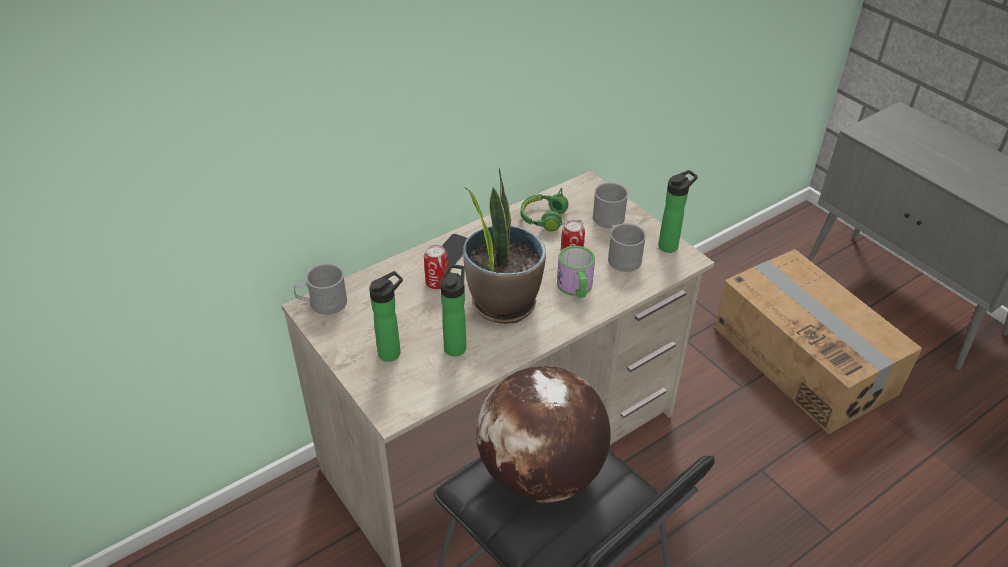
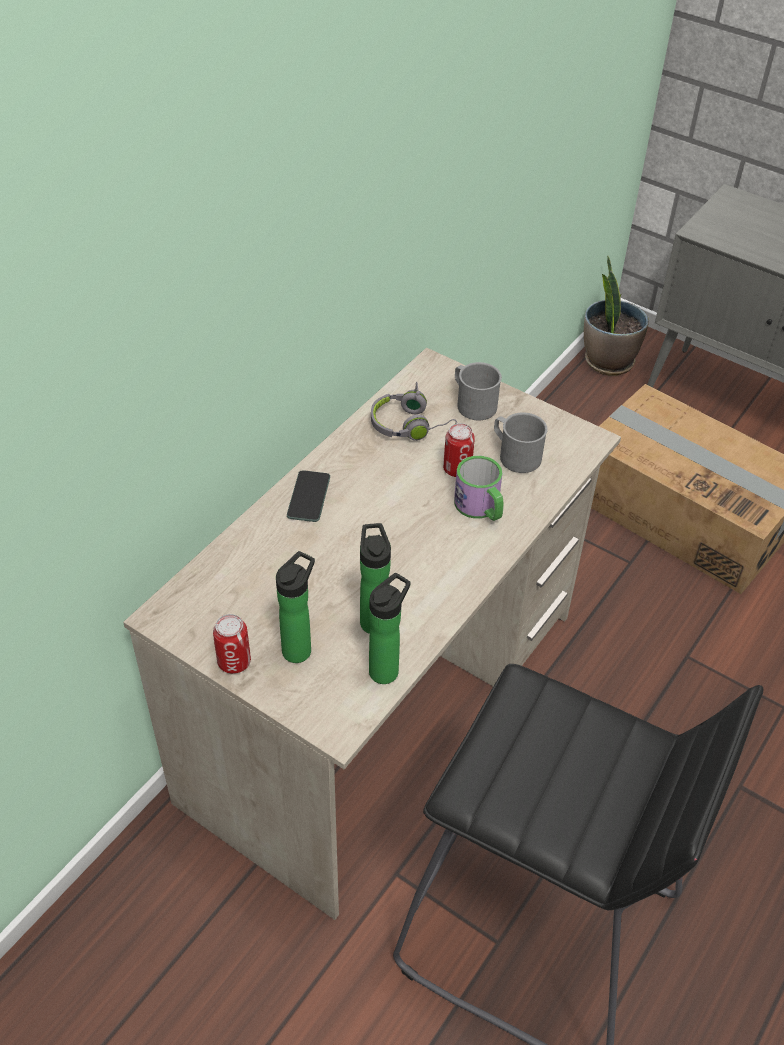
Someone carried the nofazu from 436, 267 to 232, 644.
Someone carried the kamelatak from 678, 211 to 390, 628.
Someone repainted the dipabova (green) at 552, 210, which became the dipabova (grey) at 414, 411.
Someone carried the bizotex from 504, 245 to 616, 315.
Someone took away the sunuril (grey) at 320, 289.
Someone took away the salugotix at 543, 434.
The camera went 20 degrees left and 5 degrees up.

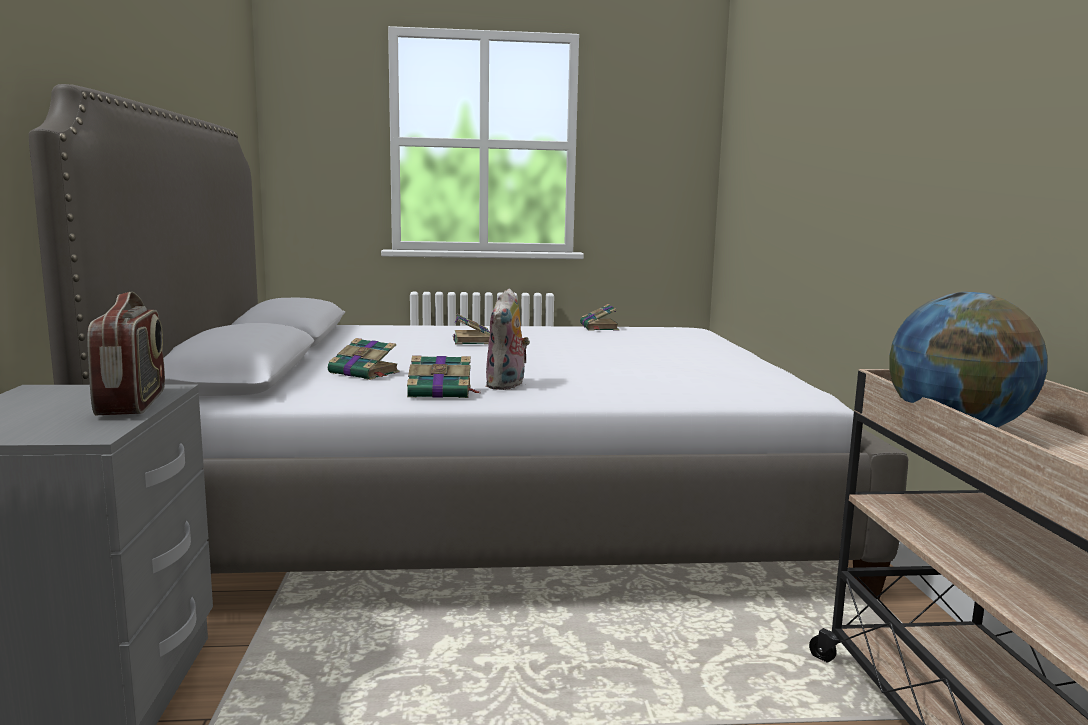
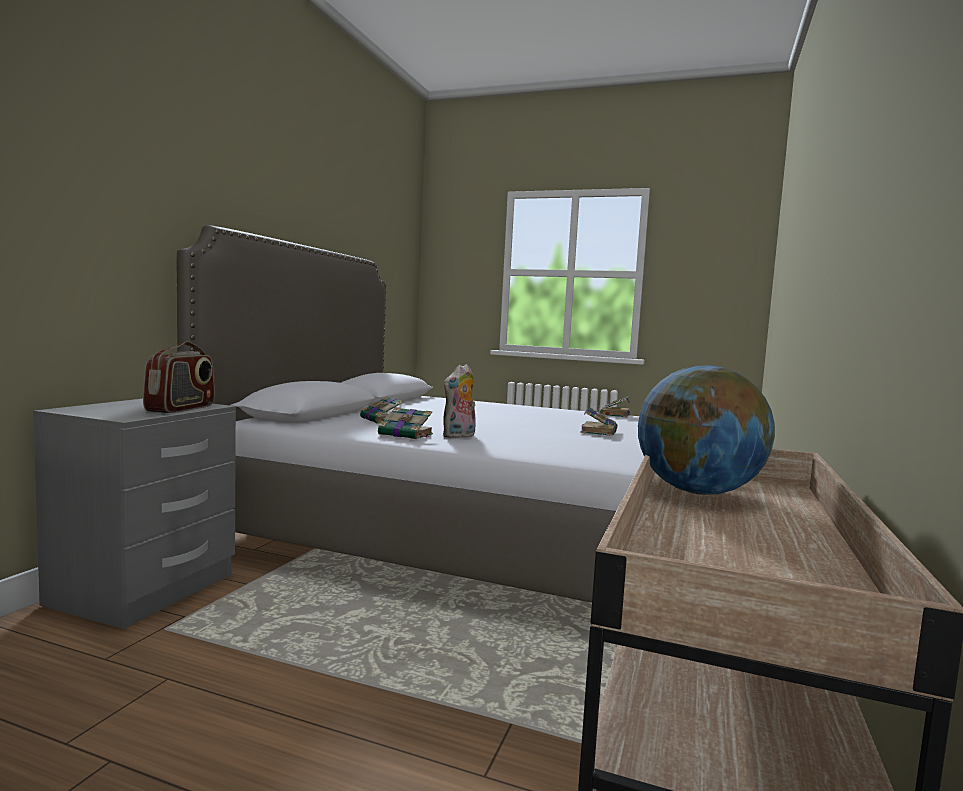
Someone carried the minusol from 471, 329 to 598, 421.
The camera went 25 degrees right and 5 degrees down.

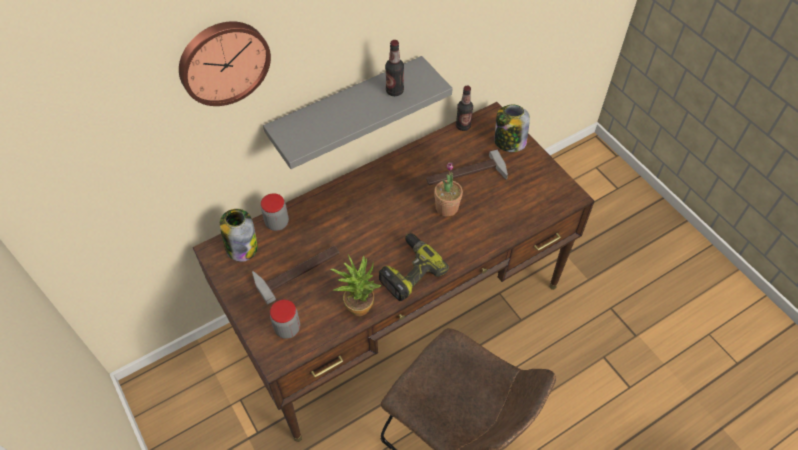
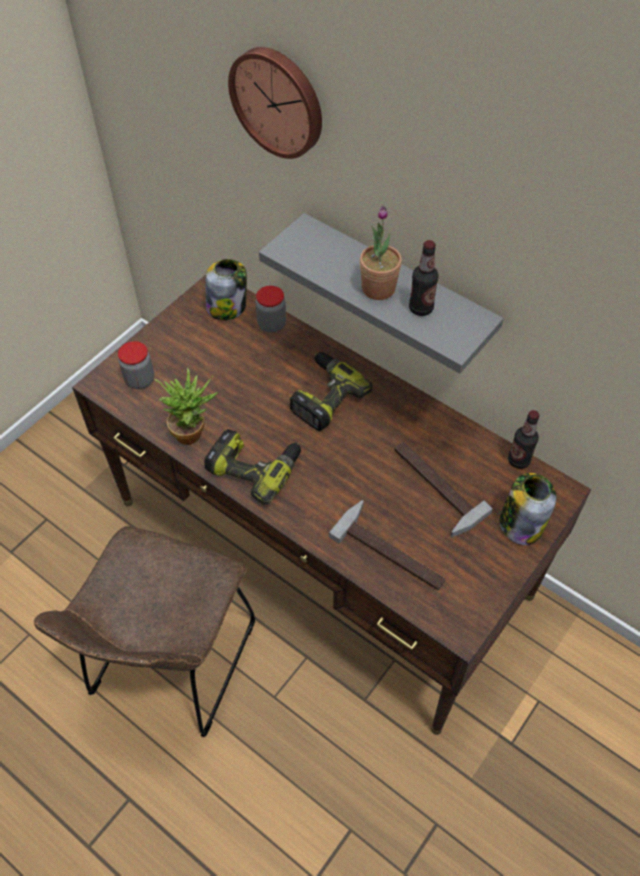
Someone put down the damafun at 331, 391.
Someone carried the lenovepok from 296, 275 to 387, 545.
Someone carried the bizotex from 448, 190 to 381, 253.
The camera went 70 degrees right and 0 degrees up.

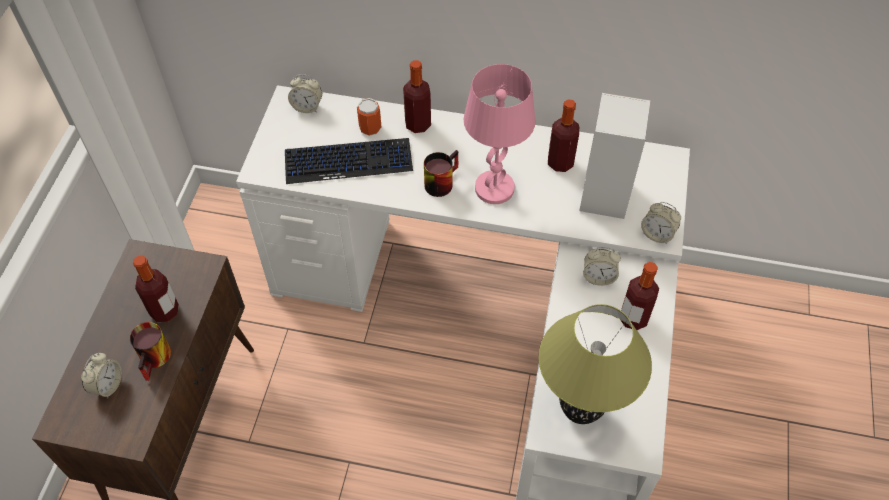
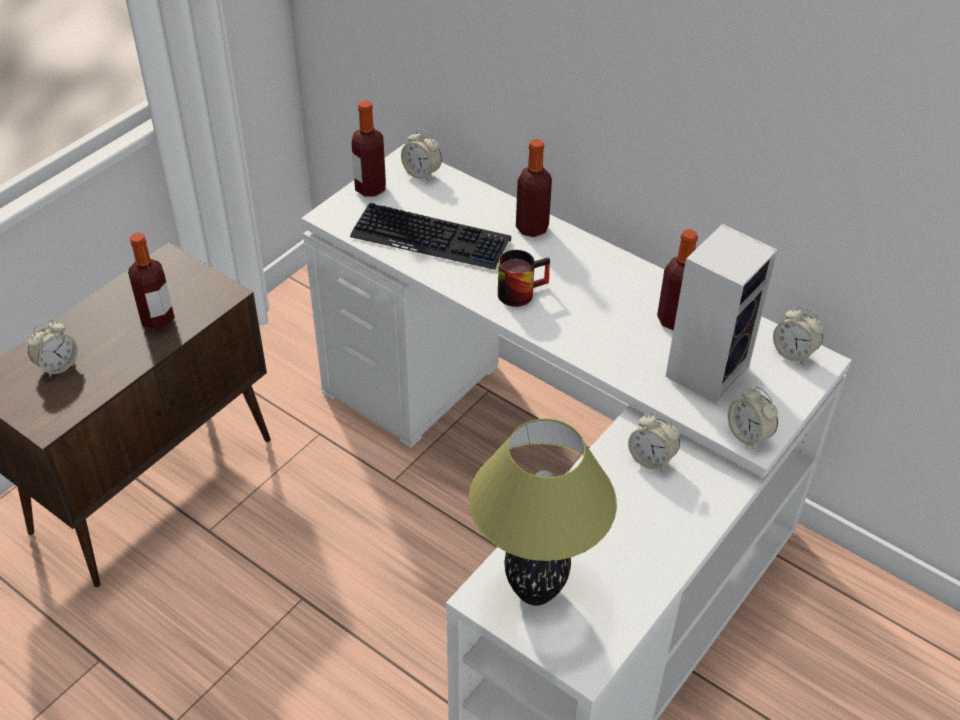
Someone carried the kamelatak from 640, 296 to 369, 148.
Someone put down the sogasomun at 798, 335.
Someone took away the sunuril at 150, 351.
Someone took away the nofazu at 369, 117.
Someone took away the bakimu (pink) at 499, 134.
The camera went 25 degrees right and 10 degrees down.

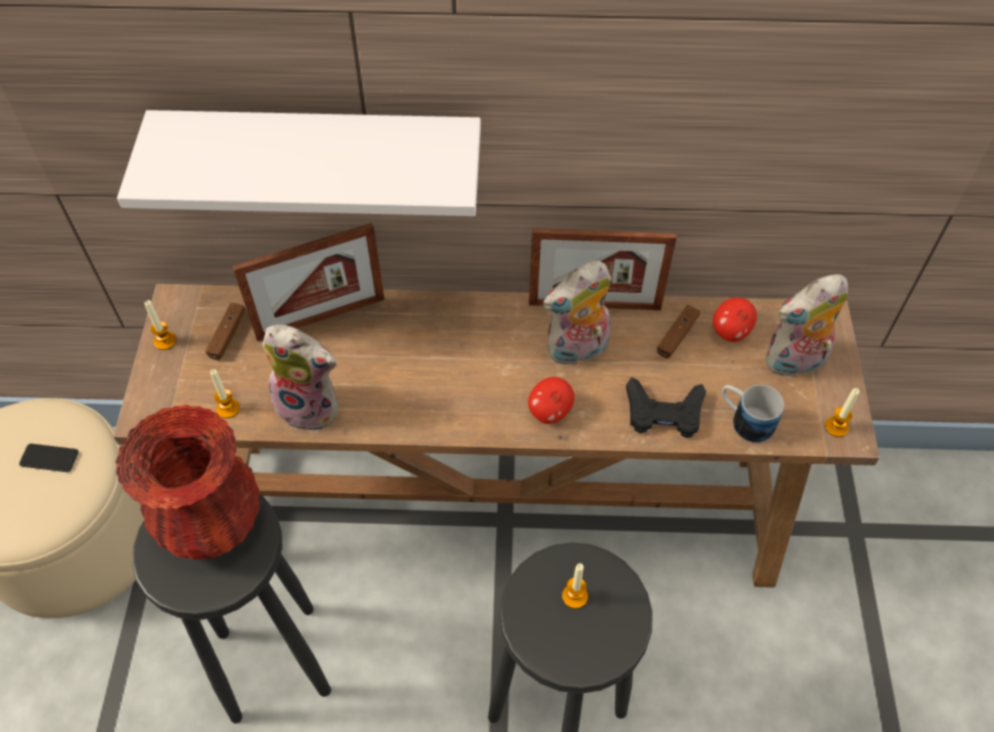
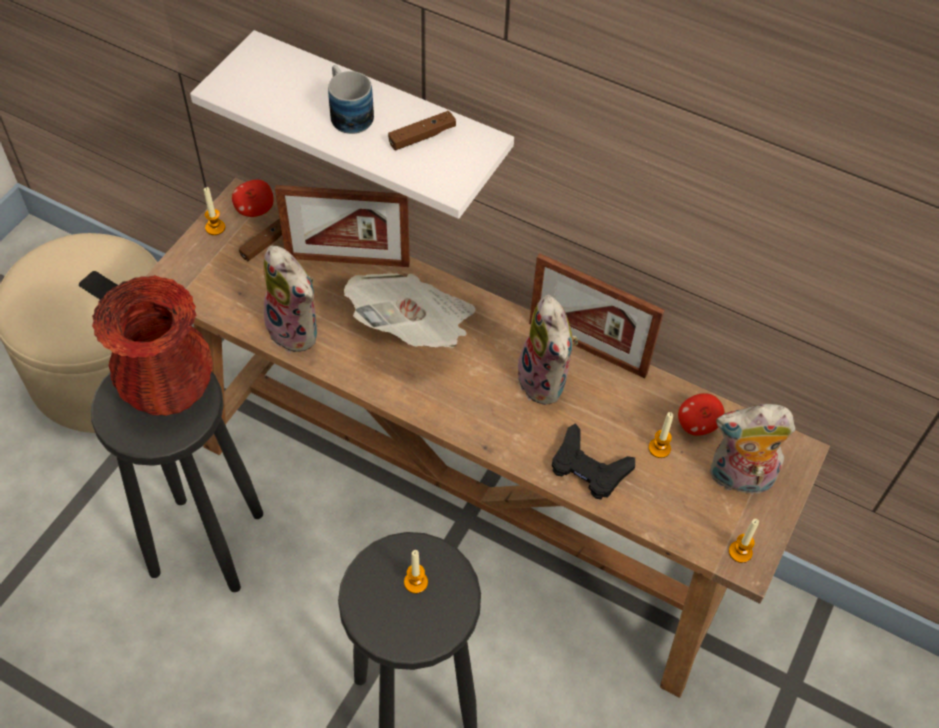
Someone carried the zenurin from 551, 400 to 253, 198.
Someone carried the sunuril from 753, 414 to 351, 99.
Someone put down the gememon at 410, 310.
Someone carried the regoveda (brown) from 678, 332 to 422, 130.
Someone rotated the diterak at 577, 313 by 105 degrees counterclockwise.
Someone carried the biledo from 225, 393 to 661, 435.
The camera went 25 degrees right and 0 degrees up.

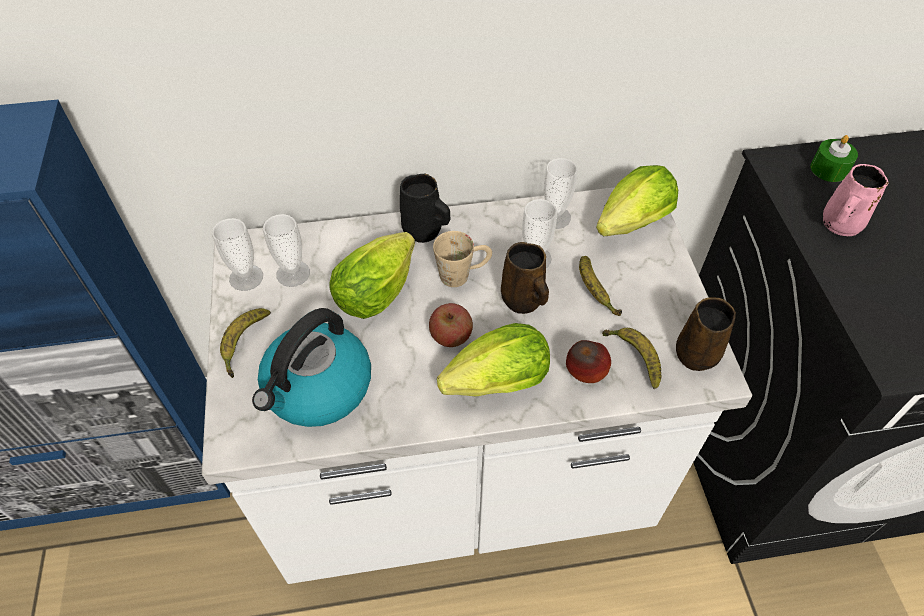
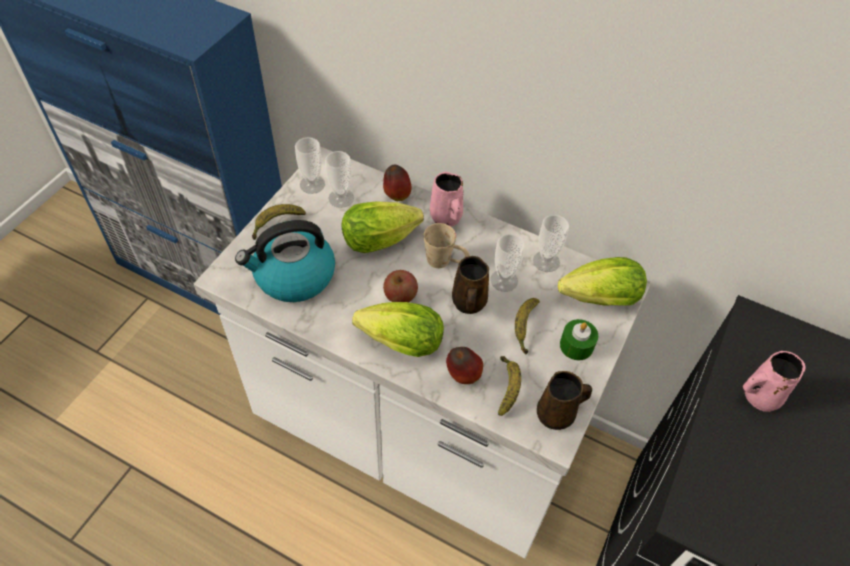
Someone put down the zenurin at 397, 183.
Someone repainted the sunuril (black) at 425, 208, which became the sunuril (pink) at 446, 199.
Someone carried the biledo (green) from 834, 158 to 579, 339.
The camera went 35 degrees right and 0 degrees up.

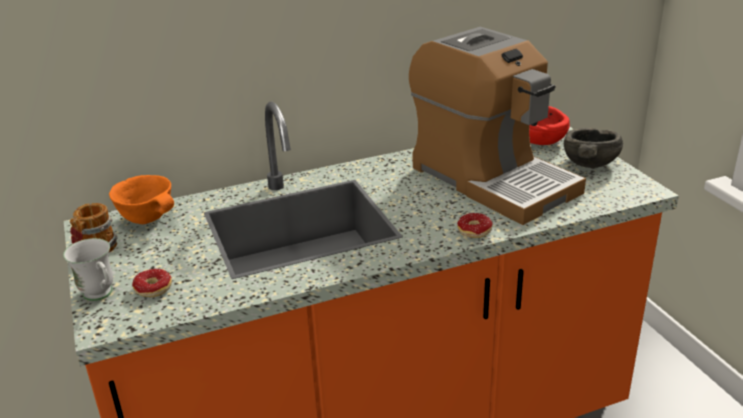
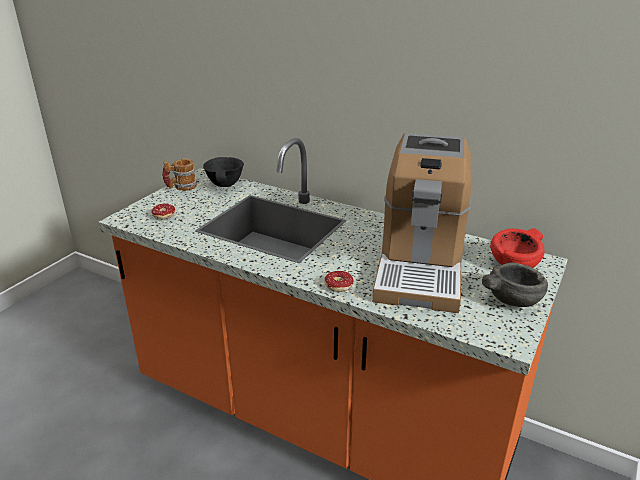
Someone repainted the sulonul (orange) at 141, 199, which became the sulonul (black) at 223, 172.
Someone took away the sunuril (white) at 88, 269.
The camera went 50 degrees right and 0 degrees up.

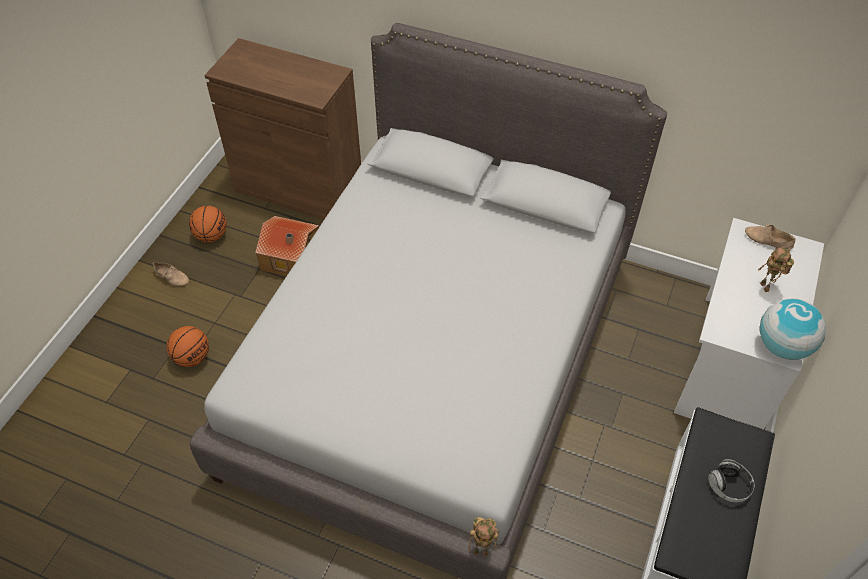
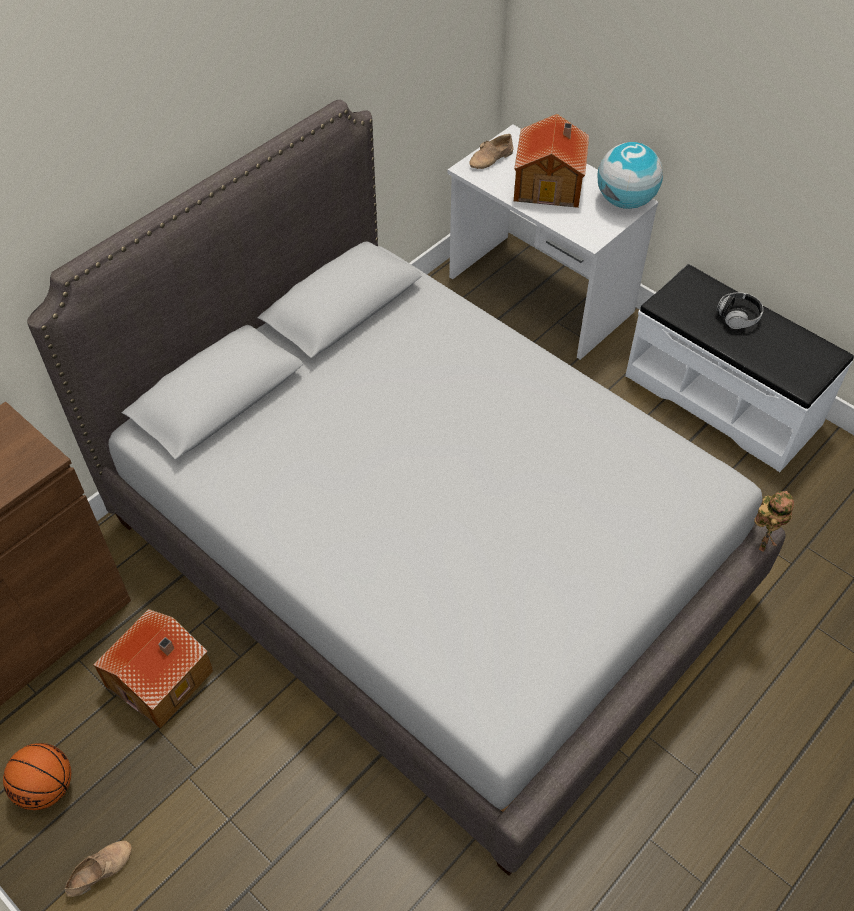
Someone swapped the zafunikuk at 776, 269 for the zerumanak at 551, 161.
Someone took away the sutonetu at 187, 346.
The camera went 70 degrees left and 0 degrees up.

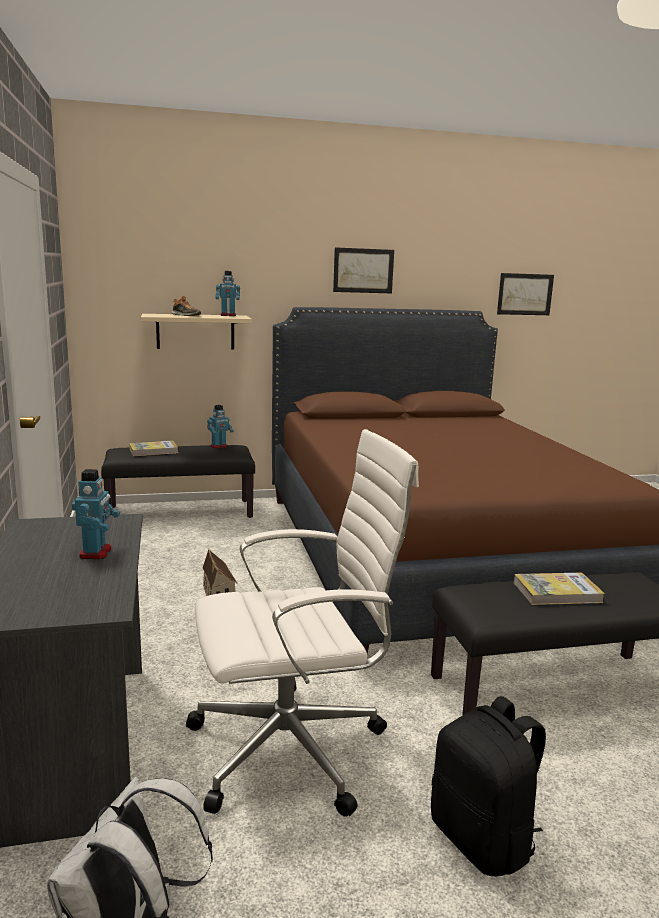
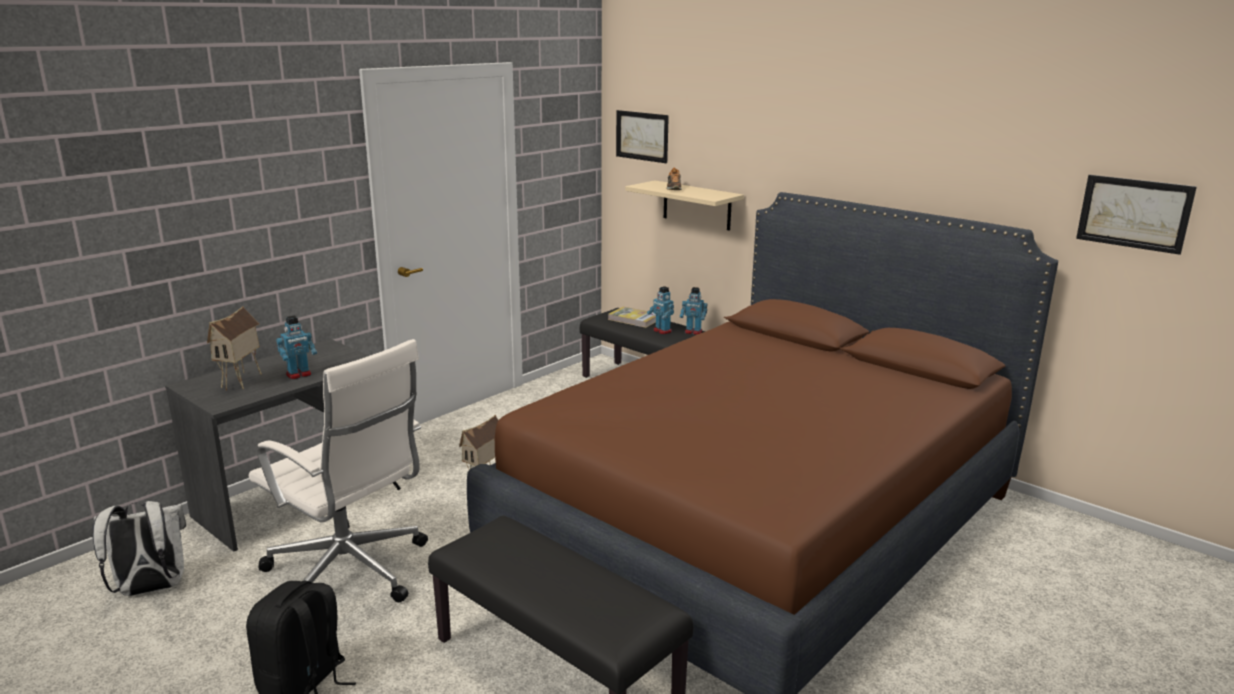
Someone put down the zerumanak at 234, 348.
Someone carried the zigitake from 363, 270 to 642, 136.
Someone carried the zafunikuk from 228, 293 to 660, 310.
Someone took away the minusol at 559, 589.
The camera went 55 degrees right and 5 degrees up.

